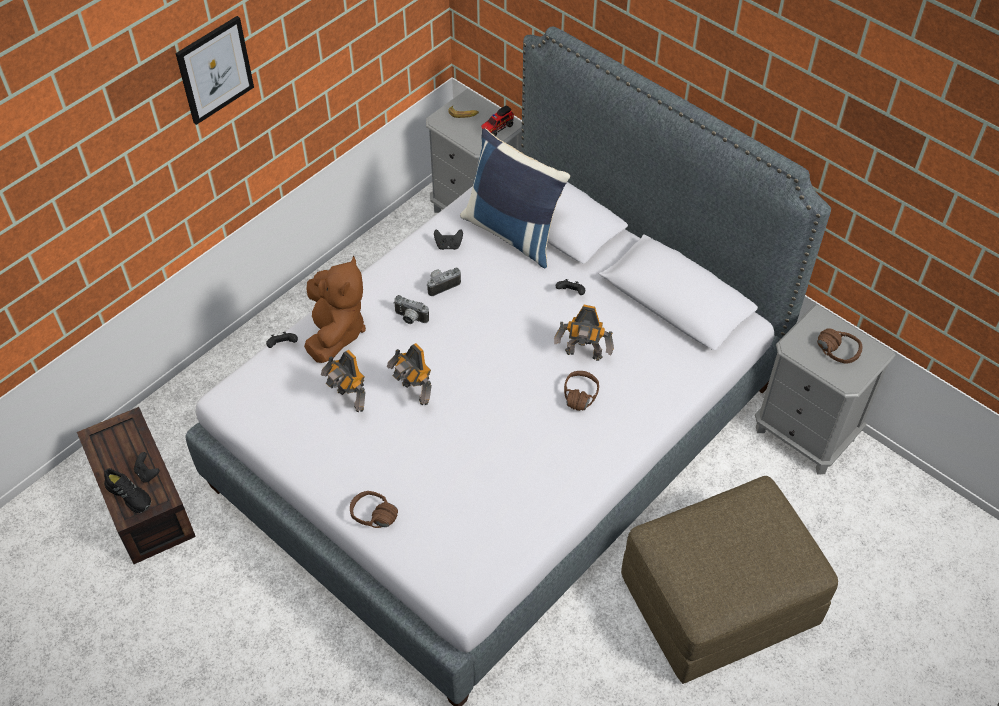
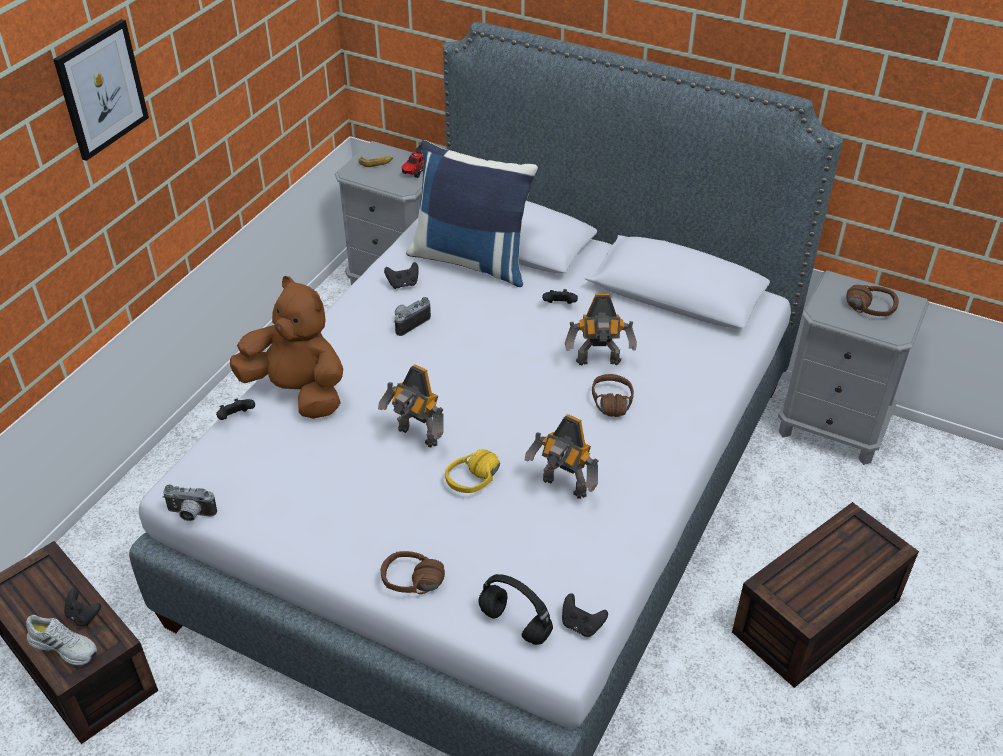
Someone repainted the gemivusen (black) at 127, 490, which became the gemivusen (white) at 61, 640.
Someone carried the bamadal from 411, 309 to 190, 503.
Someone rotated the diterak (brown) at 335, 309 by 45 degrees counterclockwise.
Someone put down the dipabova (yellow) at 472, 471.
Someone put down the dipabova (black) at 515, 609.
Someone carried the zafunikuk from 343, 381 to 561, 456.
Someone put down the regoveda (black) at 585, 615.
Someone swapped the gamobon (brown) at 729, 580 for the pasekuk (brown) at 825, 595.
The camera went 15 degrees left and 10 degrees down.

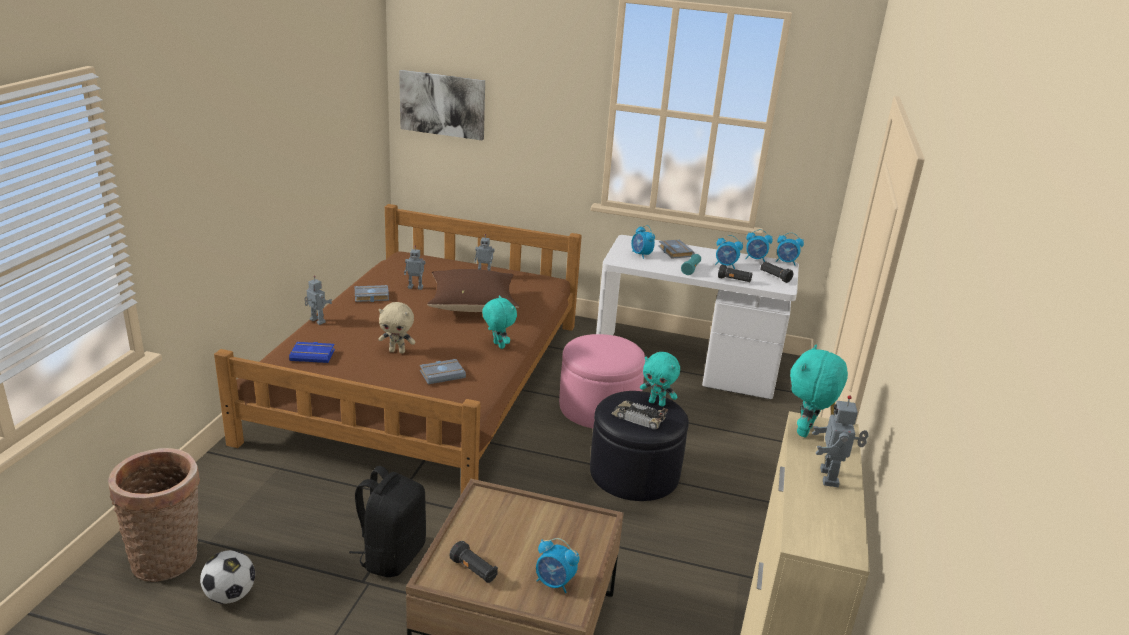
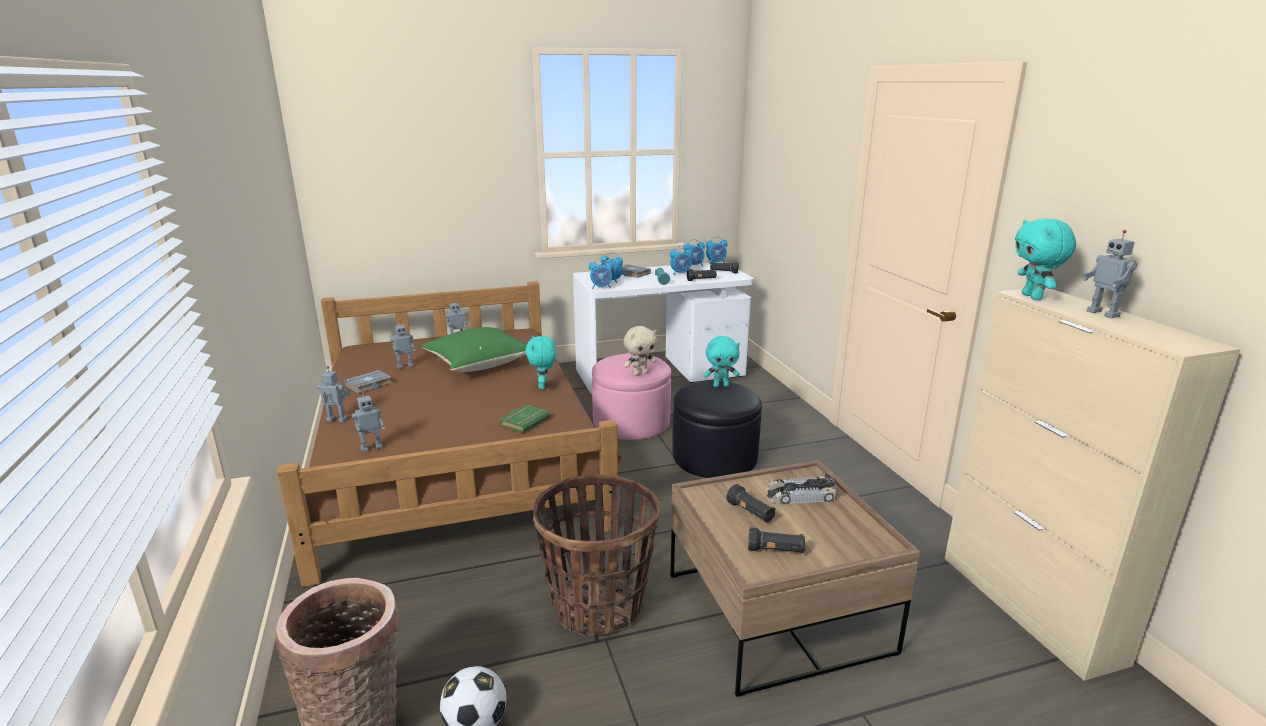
Someone swapped the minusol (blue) at 312, 352 for the zafunikuk at 368, 422.
Someone repainted the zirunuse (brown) at 473, 290, which became the zirunuse (green) at 474, 349.
Someone repainted the minusol (grey) at 443, 371, which became the minusol (green) at 525, 418.
Someone rotated the diterak (turquoise) at 499, 322 by 120 degrees counterclockwise.
Someone swapped the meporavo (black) at 387, 521 for the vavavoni at 596, 555.
Someone carried the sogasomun from 558, 565 to 601, 273.
Someone carried the diterak (beige) from 396, 327 to 640, 351.
Someone put down the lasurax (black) at 750, 503.
Someone carried the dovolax from 639, 415 to 801, 488.
Someone took away the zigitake at 442, 105.
The camera went 30 degrees left and 5 degrees down.

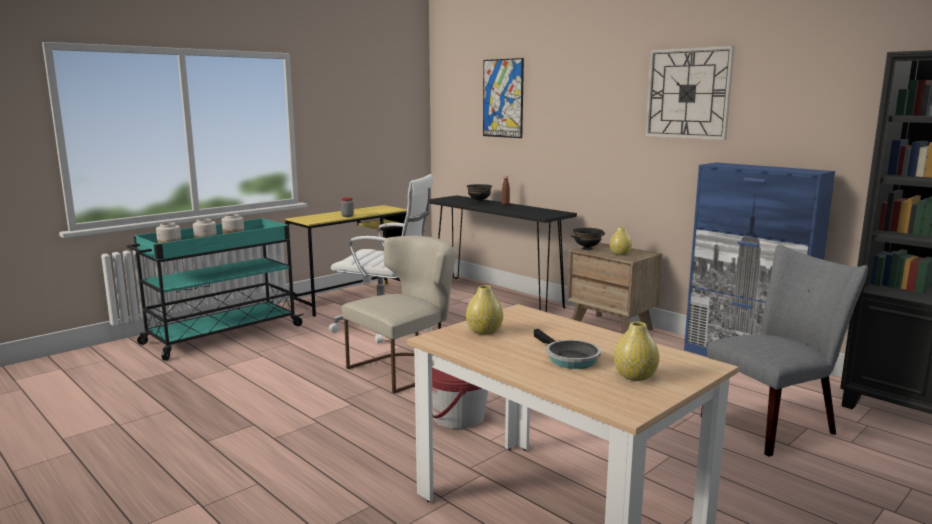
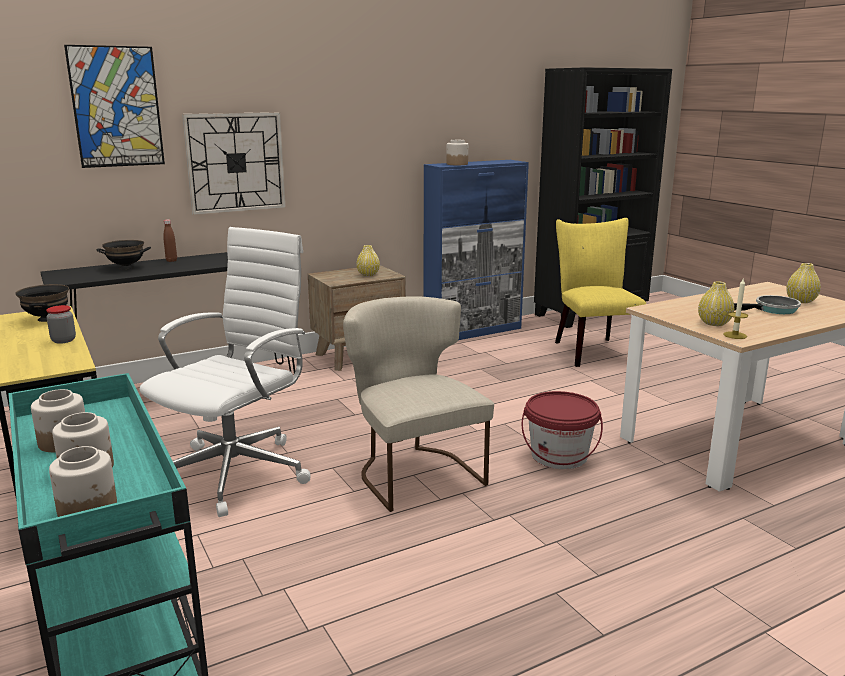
Someone carried the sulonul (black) from 588, 239 to 42, 303.
Someone carried the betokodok from 690, 93 to 234, 163.
Someone put down the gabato at 457, 152.
Someone repainted the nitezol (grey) at 784, 351, which became the nitezol (yellow) at 600, 292.
Someone put down the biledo at 735, 309.
The camera went 75 degrees left and 5 degrees up.

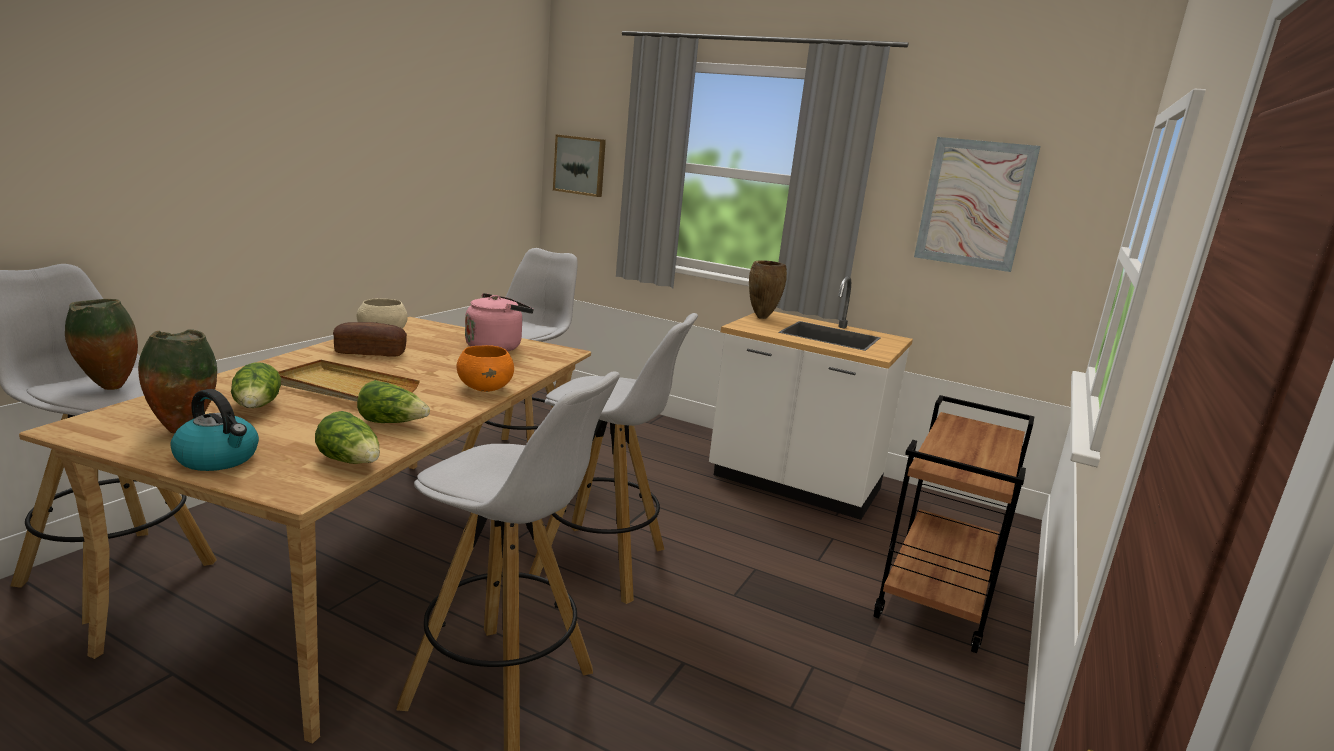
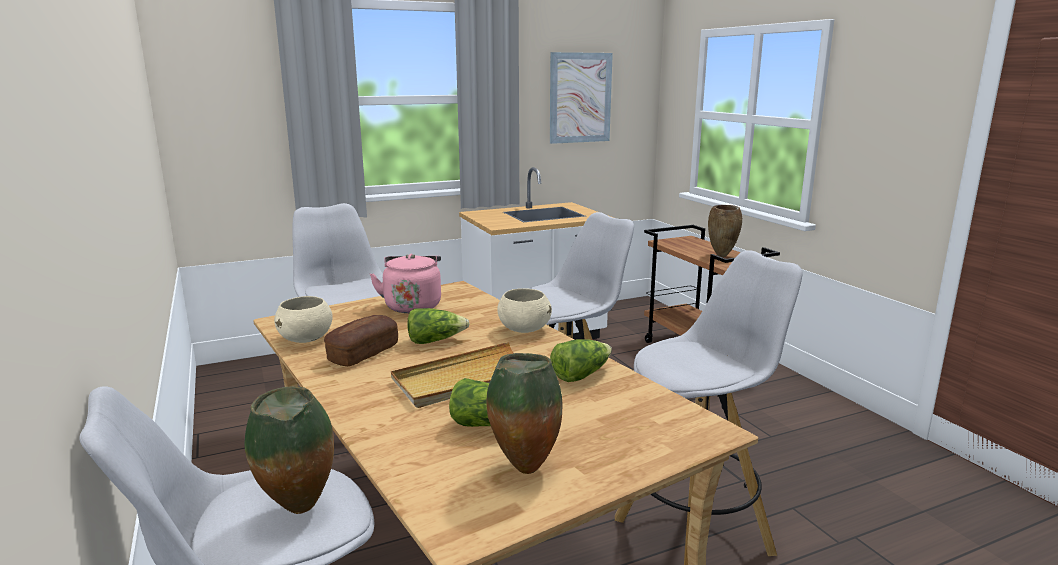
Someone carried the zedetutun from 347, 437 to 438, 326.
Someone repainted the sulonul (orange) at 485, 368, which became the sulonul (beige) at 524, 310.
Someone carried the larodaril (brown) from 768, 289 to 725, 231.
Someone took away the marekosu at 214, 430.
Someone took away the zigitake at 579, 165.
The camera went 50 degrees left and 0 degrees up.

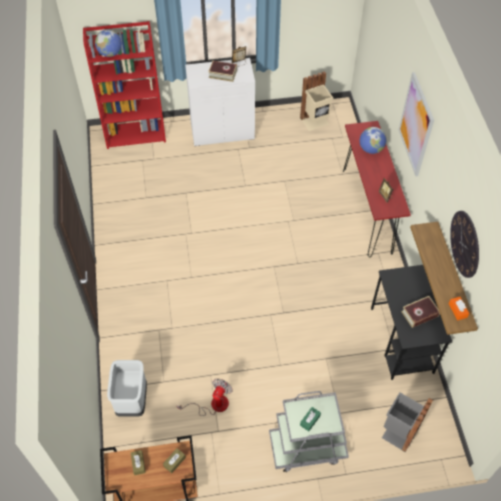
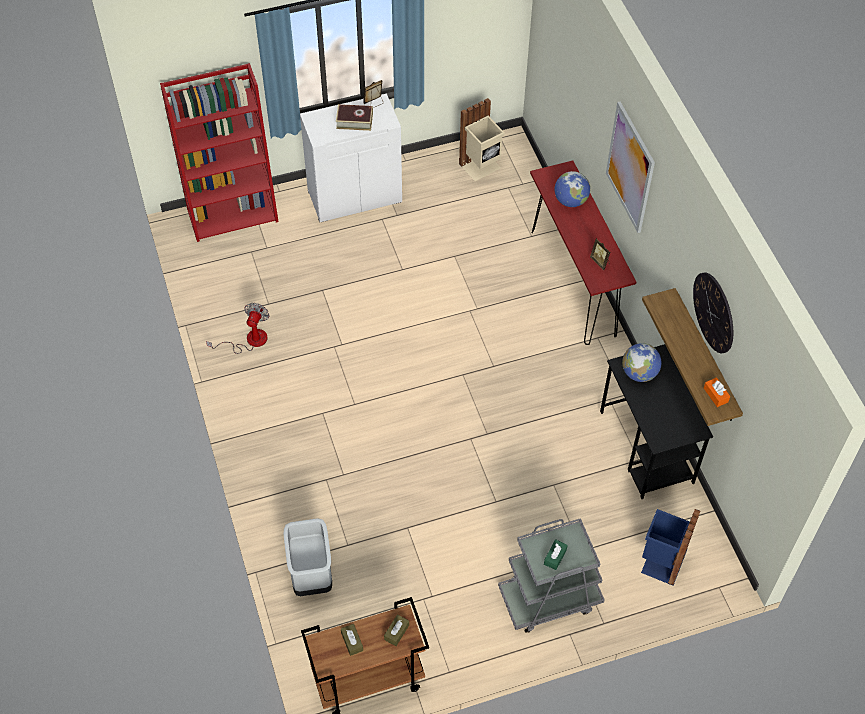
Someone carried the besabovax from 204, 397 to 237, 328.
Someone carried the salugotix from 108, 43 to 642, 362.
Someone repainted the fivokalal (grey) at 407, 422, which became the fivokalal (blue) at 670, 547.
Someone took away the minusol at 420, 312.
The camera went 10 degrees left and 0 degrees up.

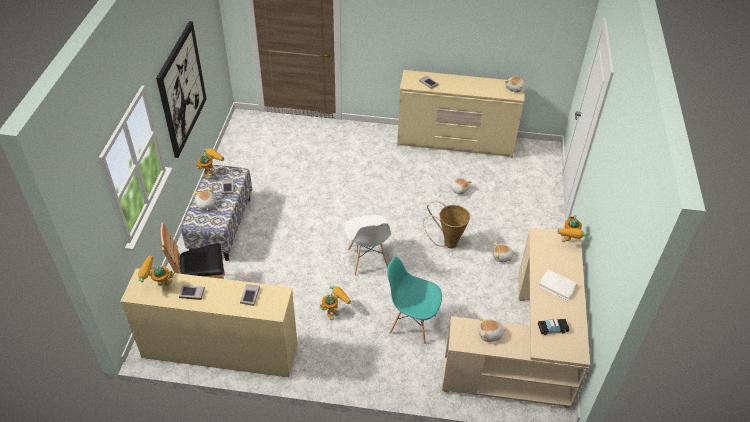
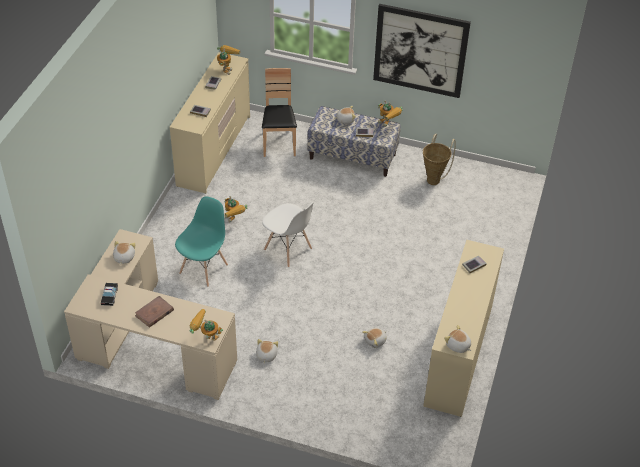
Someone repainted the minusol (white) at 557, 285, which became the minusol (brown) at 154, 312.
Someone rotated the nitezol (white) at 368, 245 by 135 degrees counterclockwise.
Someone carried the vavavoni from 446, 224 to 439, 159.
The camera went 100 degrees right and 0 degrees up.

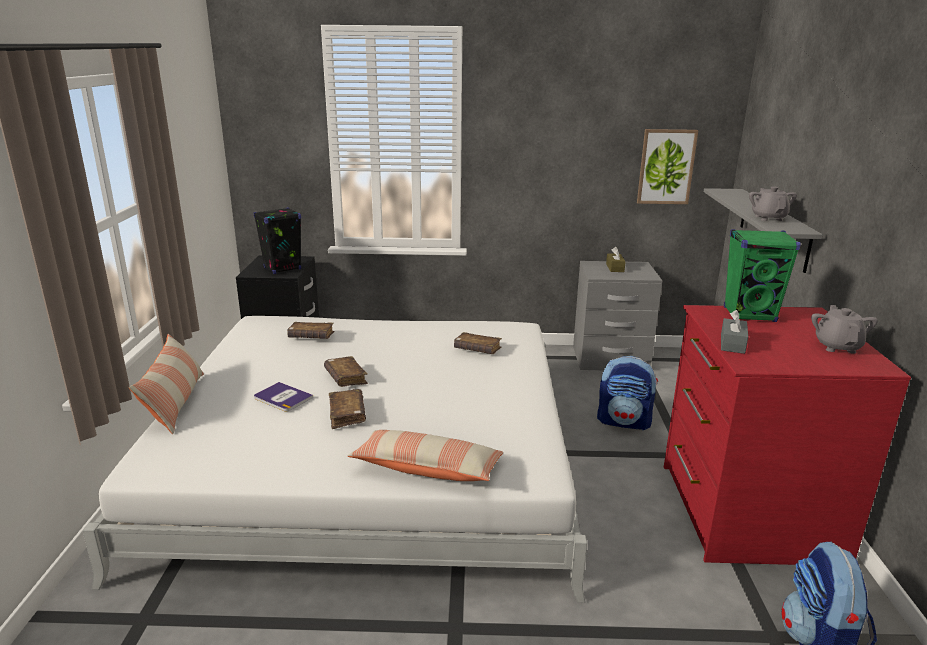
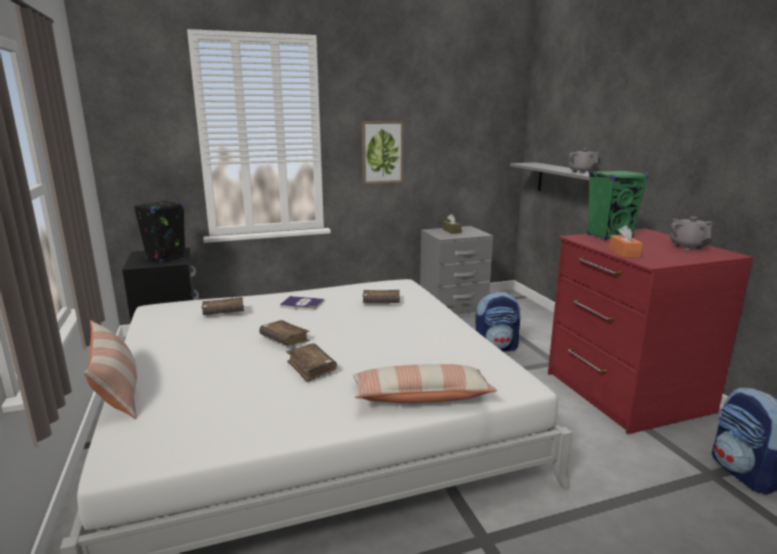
Someone carried the minusol from 283, 397 to 302, 303.
Someone carried the zigitake from 667, 166 to 383, 152.
Someone repainted the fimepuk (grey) at 734, 332, which became the fimepuk (orange) at 626, 241.
The camera went 20 degrees left and 5 degrees down.

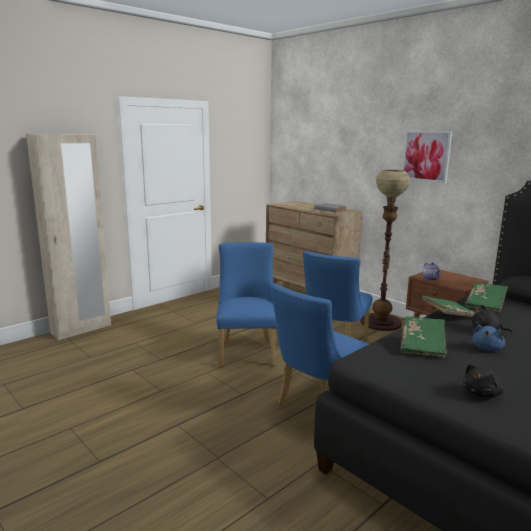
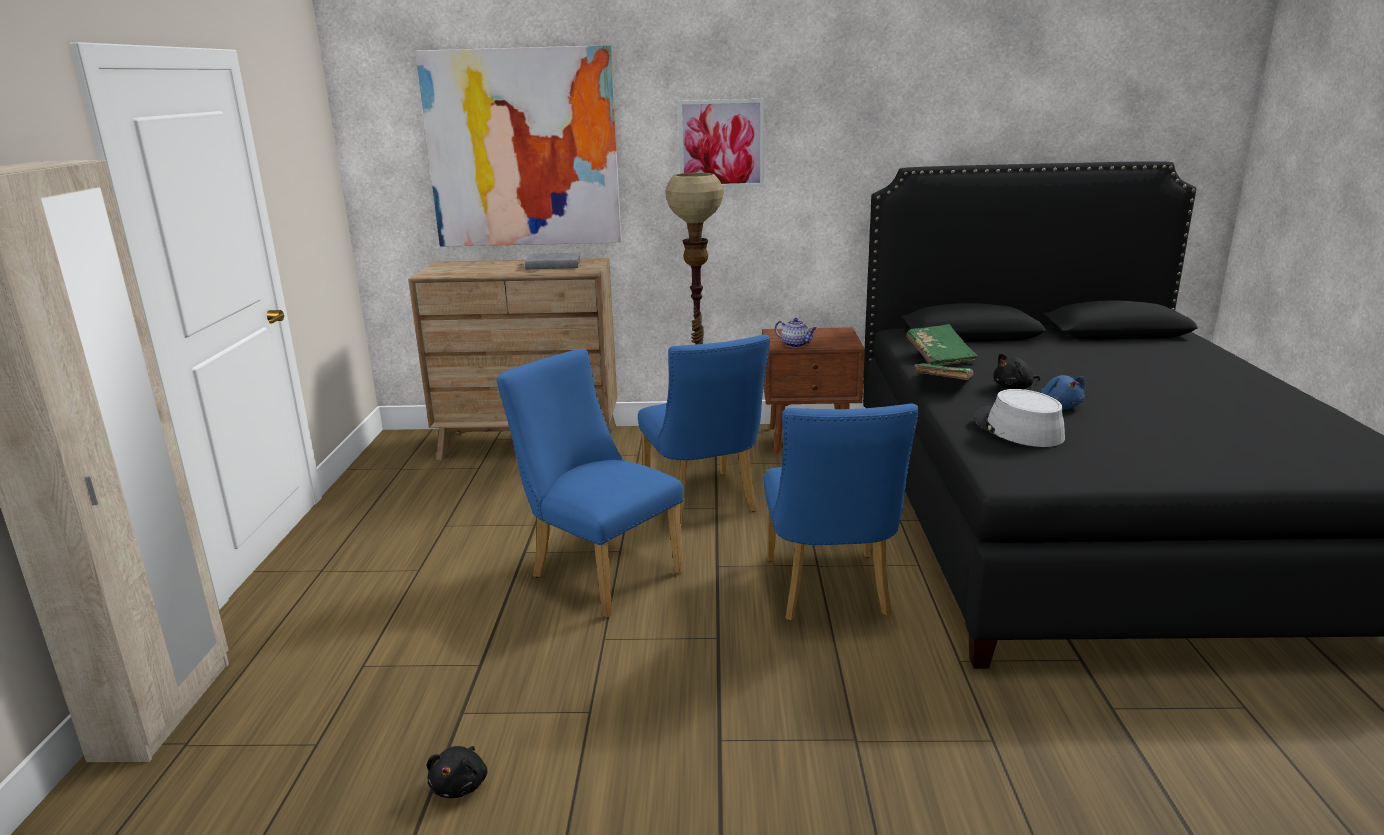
Someone put up the zigitake at 518, 146.
Someone carried the diterak (black) from 483, 381 to 457, 772.
Someone swapped the minusol (green) at 423, 337 for the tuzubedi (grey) at 1019, 418.
The camera went 45 degrees left and 5 degrees up.

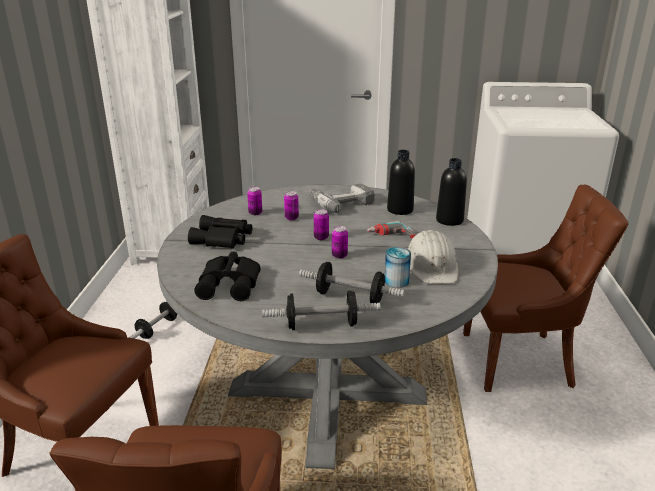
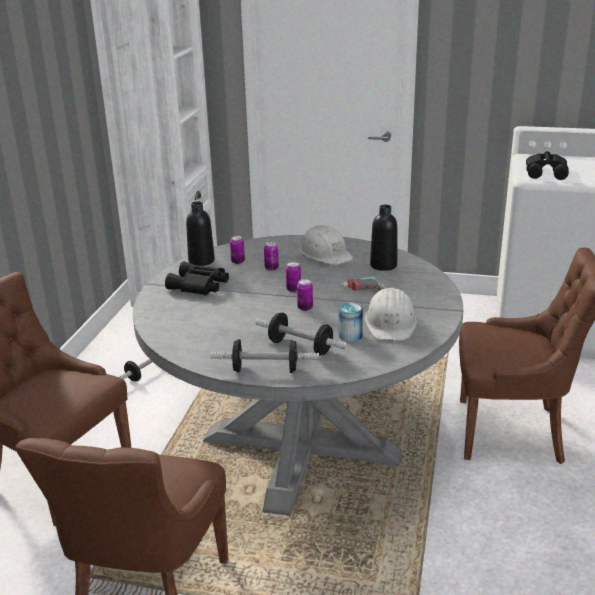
Someone carried the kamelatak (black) from 451, 192 to 200, 233.
Someone swapped the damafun at 341, 198 for the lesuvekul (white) at 327, 245.
Someone carried the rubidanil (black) from 227, 276 to 547, 165.
The camera went 10 degrees right and 0 degrees up.

